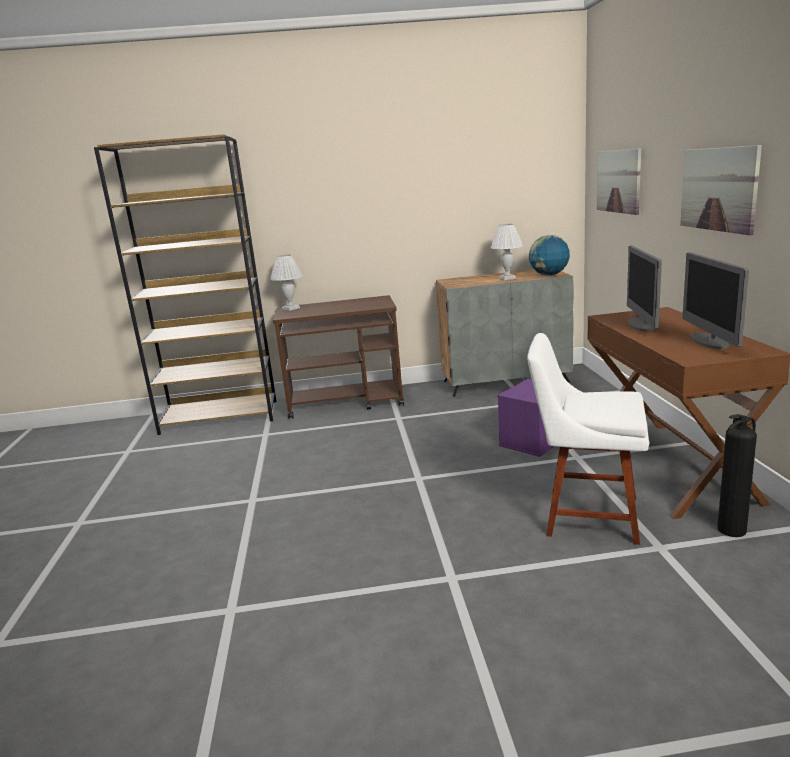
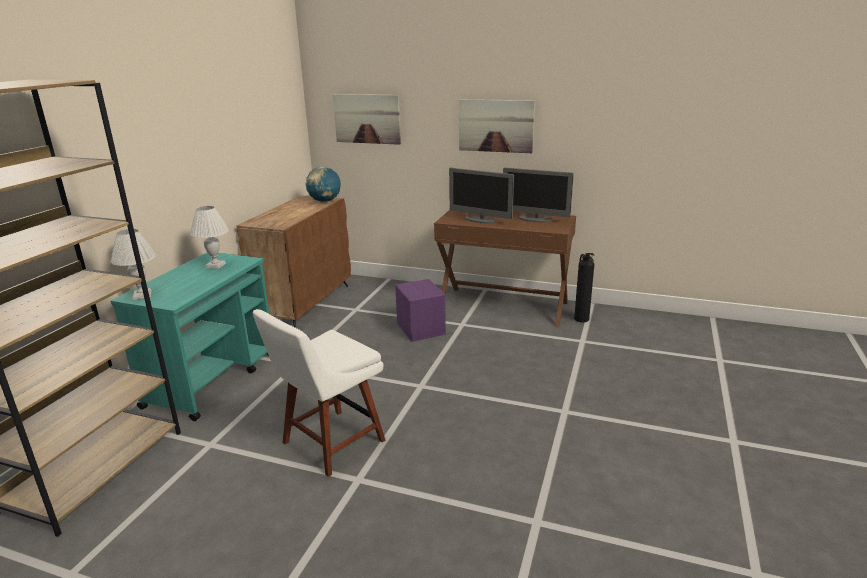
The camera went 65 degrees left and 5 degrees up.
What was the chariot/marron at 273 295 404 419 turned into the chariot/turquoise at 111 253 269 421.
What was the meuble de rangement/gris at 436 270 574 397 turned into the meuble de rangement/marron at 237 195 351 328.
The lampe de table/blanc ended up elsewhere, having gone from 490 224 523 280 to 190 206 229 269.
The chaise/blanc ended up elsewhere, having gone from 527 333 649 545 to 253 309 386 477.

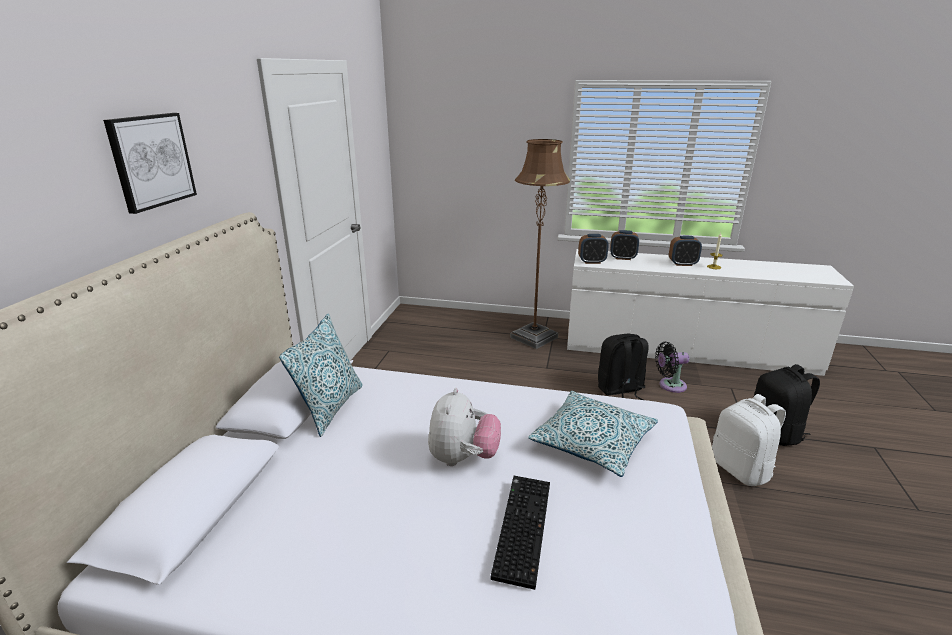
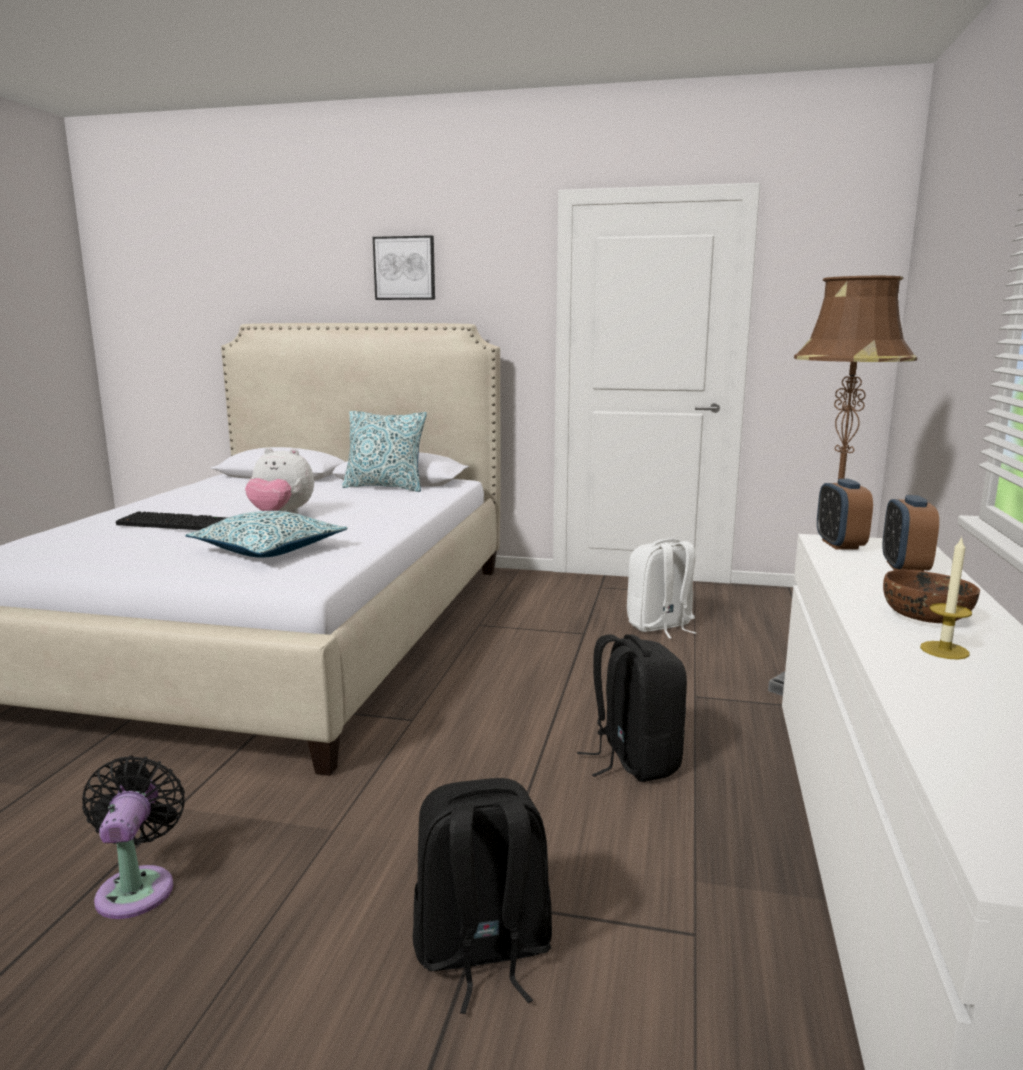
The camera went 90 degrees right and 10 degrees down.
The ventilateur/noir ended up elsewhere, having gone from 655 342 689 393 to 82 756 185 919.
Where the réveil stood at 669 236 702 266, the bol/marron came to stand at 883 570 980 623.
The sac à dos/blanc ended up elsewhere, having gone from 712 394 786 486 to 627 539 696 639.

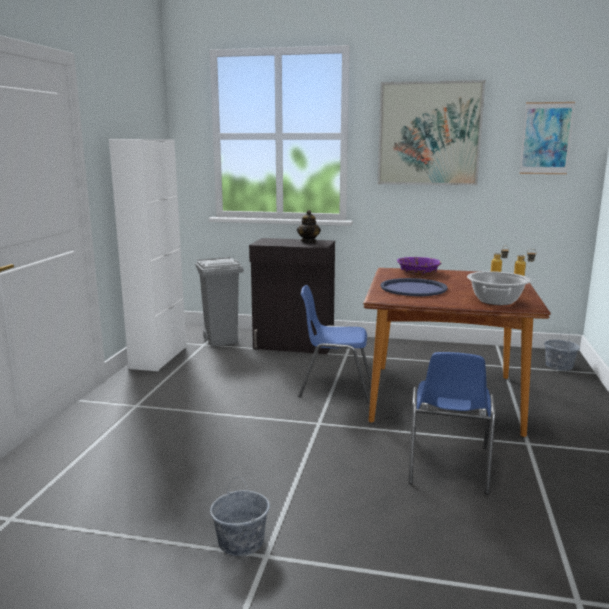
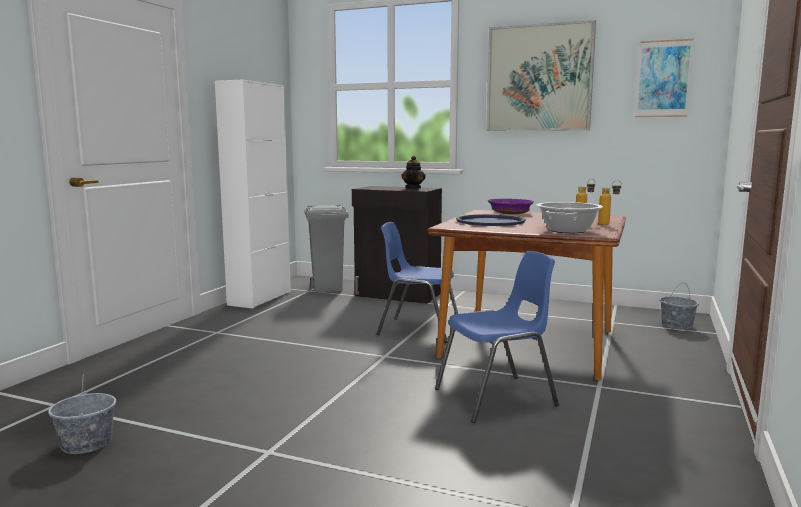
The camera went 10 degrees right and 5 degrees down.
The seau/gris ended up elsewhere, having gone from 210 477 270 556 to 48 374 116 454.
The chaise/bleu at 408 352 496 495 ended up facing another way, 135 degrees counterclockwise from before.

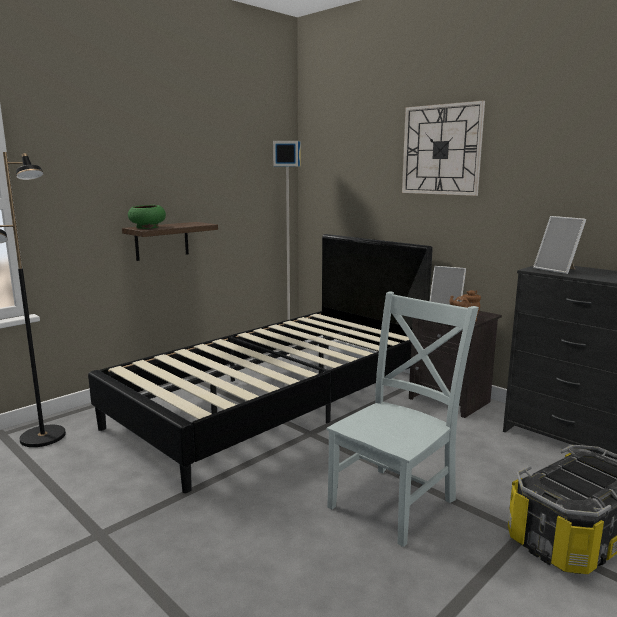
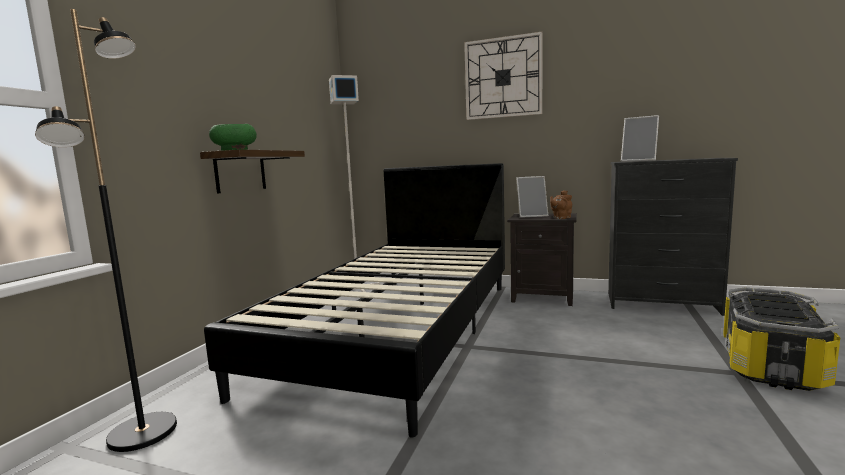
The camera went 25 degrees left and 5 degrees down.
The second view lost the chaise/gris at 327 291 479 547.

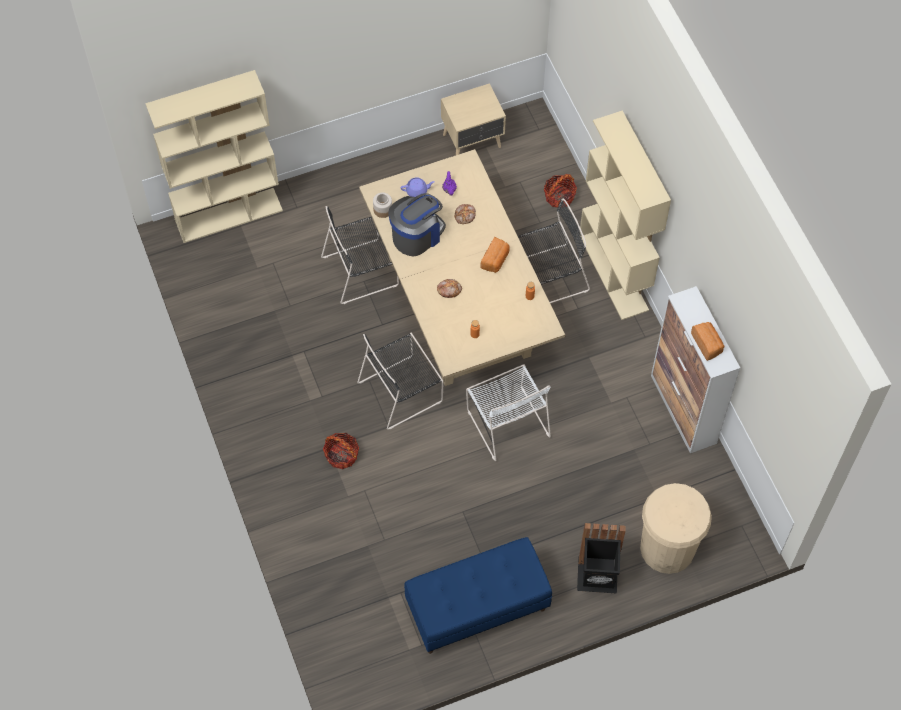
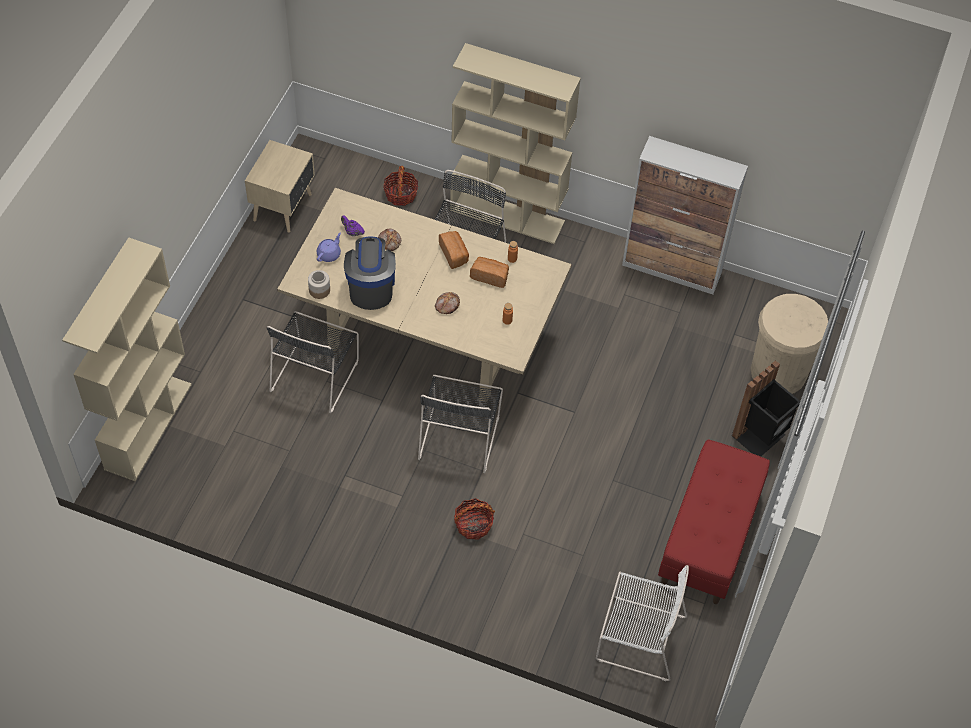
The camera went 50 degrees left and 5 degrees down.
What was the banc/bleu at 404 537 552 654 turned into the banc/rouge at 658 439 770 604.
The chaise/blanc ended up elsewhere, having gone from 466 364 551 461 to 596 565 689 681.
The pain ended up elsewhere, having gone from 691 322 724 361 to 470 257 509 288.

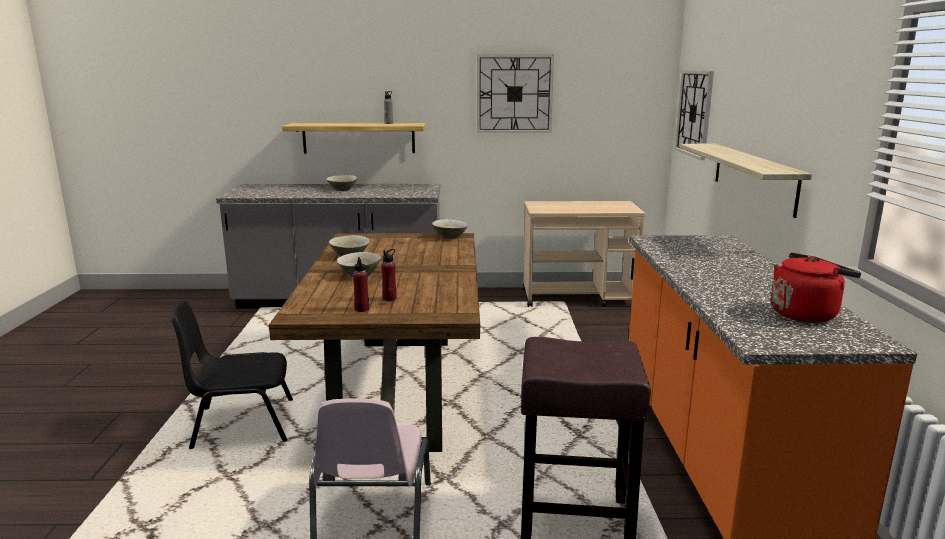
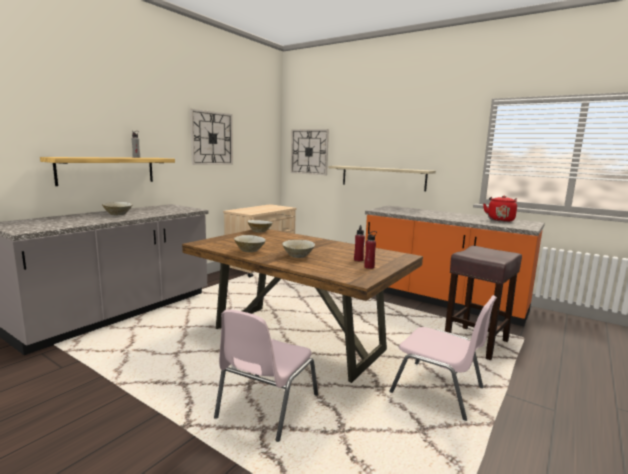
The camera went 55 degrees left and 5 degrees down.
What was the chaise/noir at 171 301 293 449 turned into the chaise/rose at 214 309 318 442.

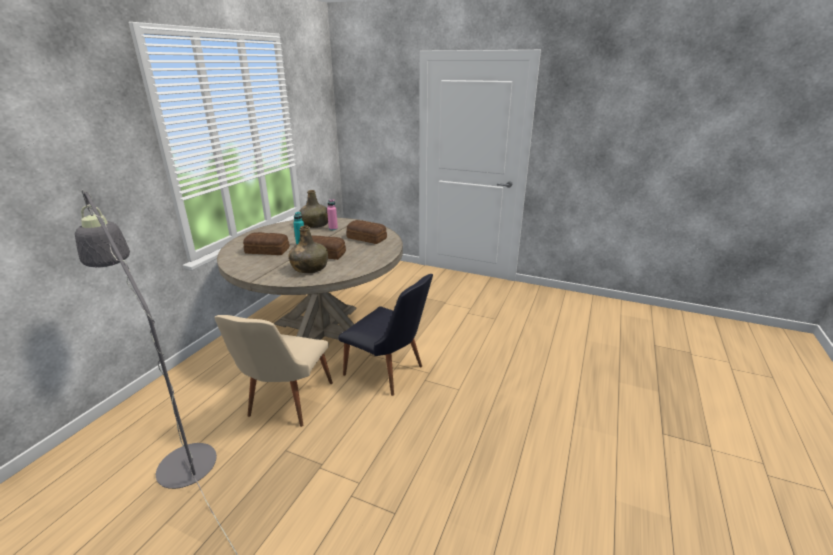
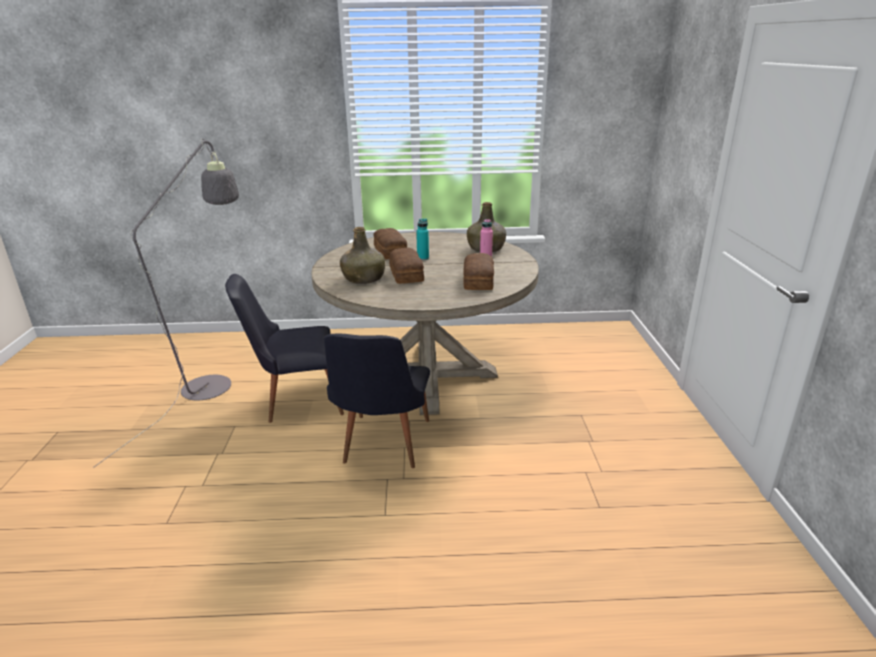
The camera went 65 degrees right and 0 degrees up.
What was the chaise/beige at 214 315 333 427 turned into the chaise/noir at 225 274 344 423.

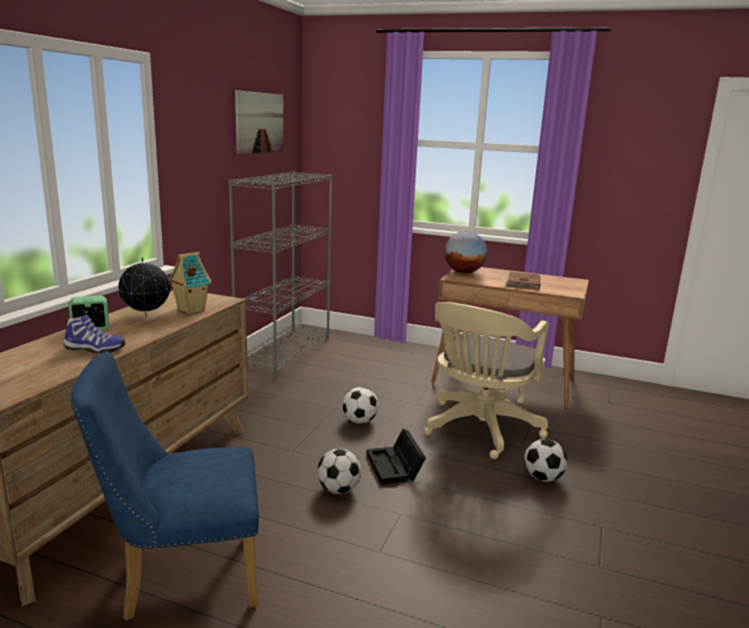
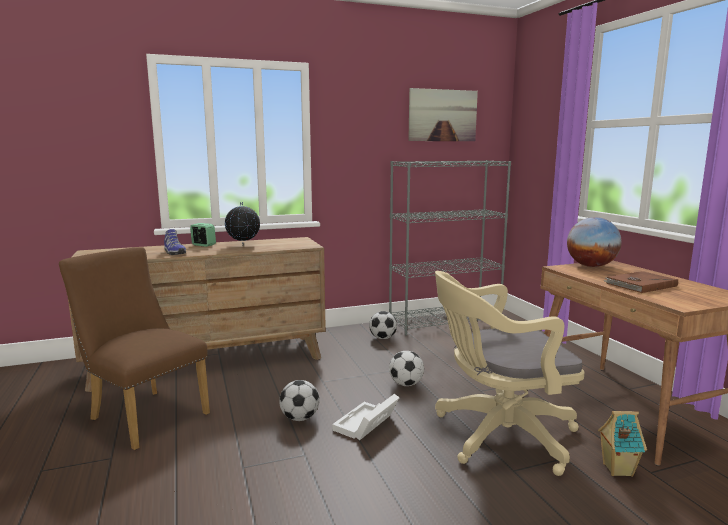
The camera went 50 degrees right and 5 degrees down.
What was the chaise/bleu at 70 351 259 621 turned into the chaise/marron at 59 247 210 450.
The maison miniature ended up elsewhere, having gone from 169 252 212 314 to 598 411 647 477.
What was the boîte de rangement/noir at 367 429 426 485 turned into the boîte de rangement/blanc at 332 394 399 441.
The ballon de foot ended up elsewhere, having gone from 524 439 567 482 to 369 311 397 339.

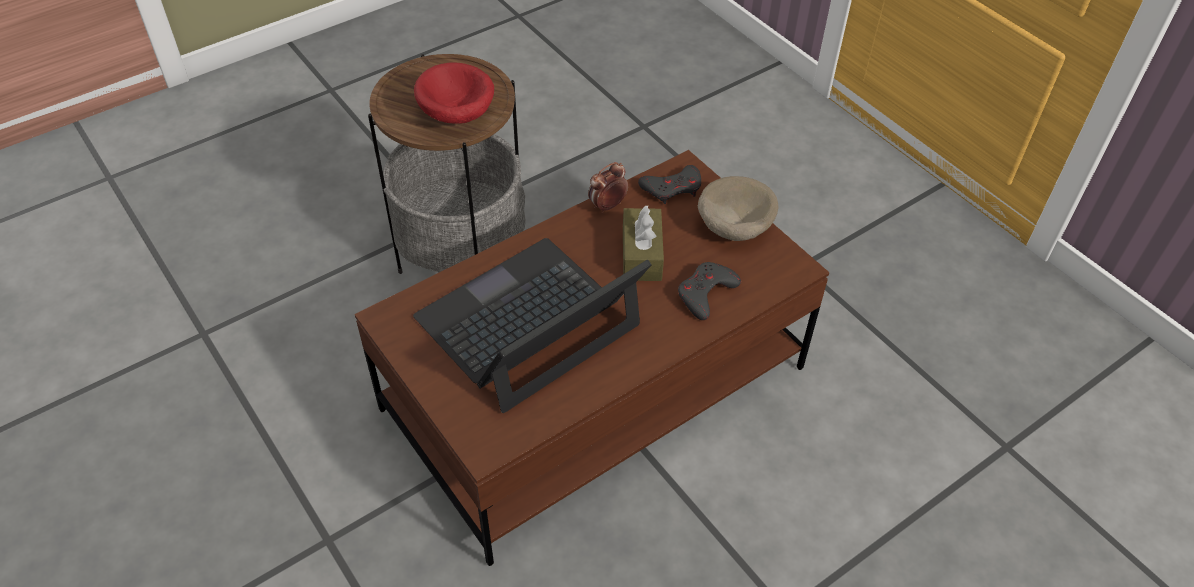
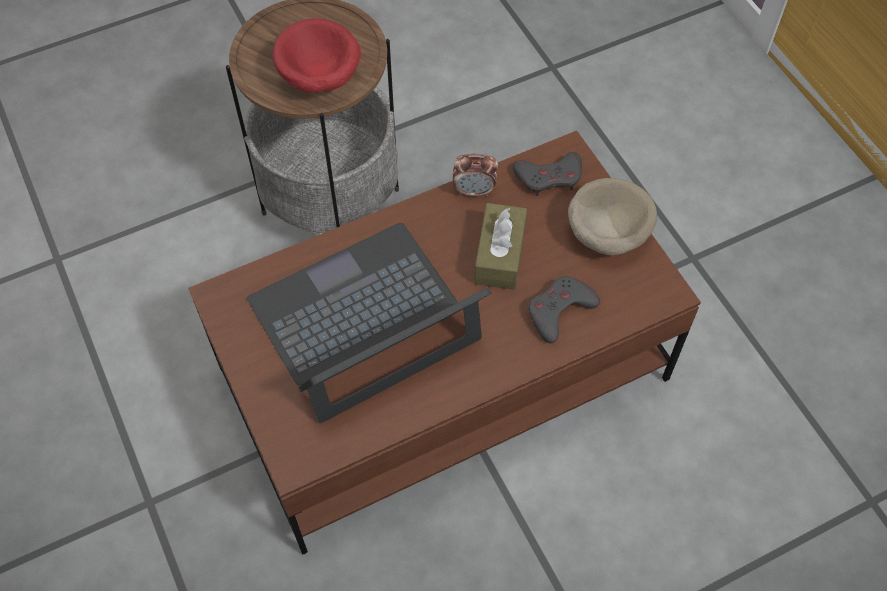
The camera went 10 degrees right and 10 degrees up.
The réveil at 588 162 628 213 ended up facing another way, 150 degrees counterclockwise from before.

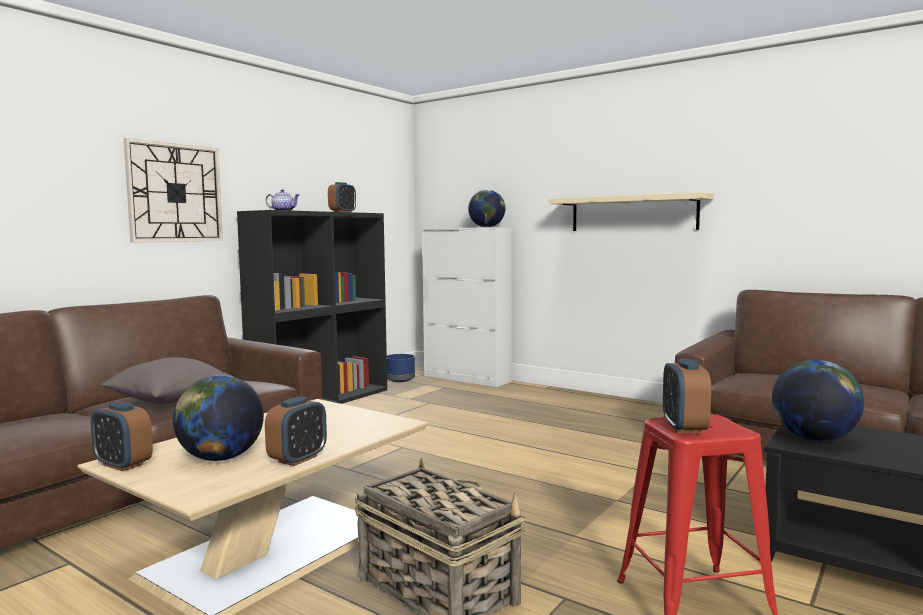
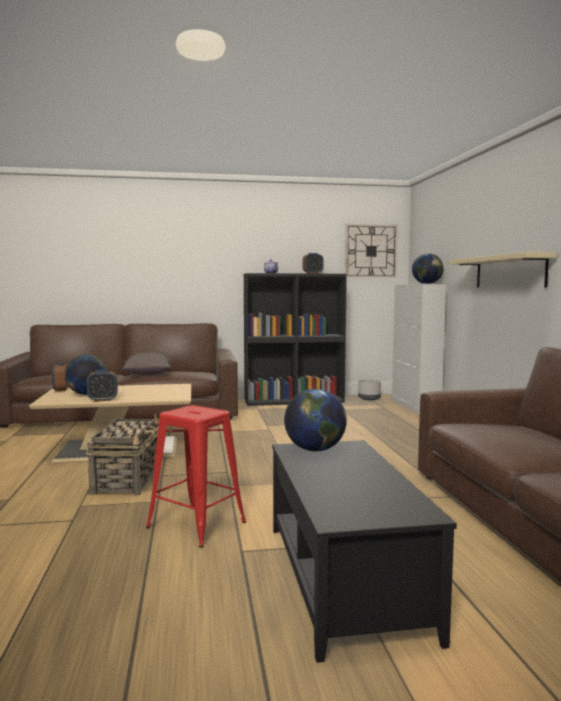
The camera went 45 degrees right and 0 degrees up.
The horloge murale ended up elsewhere, having gone from 124 138 223 243 to 345 224 398 278.
What was the cache-pot/bleu at 387 354 415 382 turned into the cache-pot/gris at 358 379 381 400.
The second view lost the réveil at 663 359 711 433.

